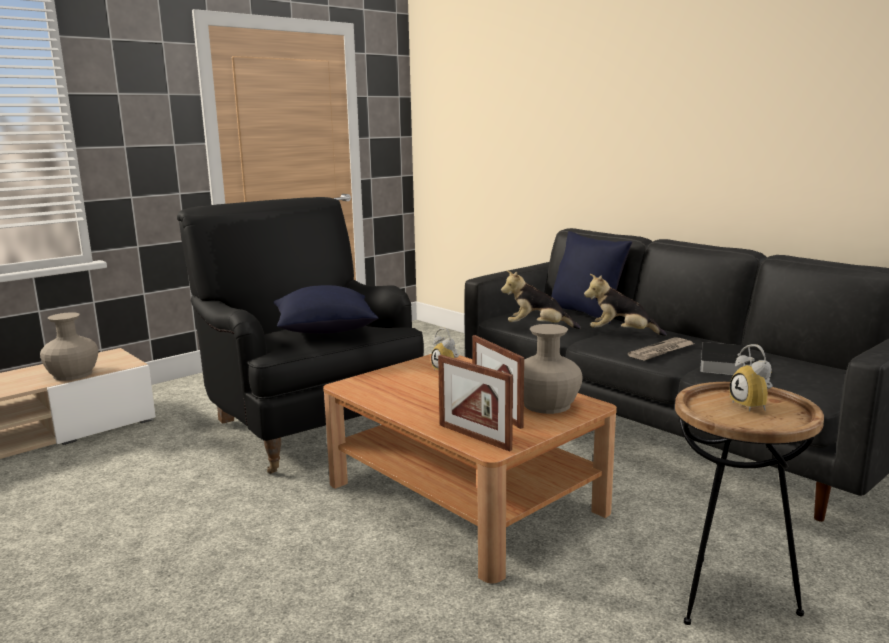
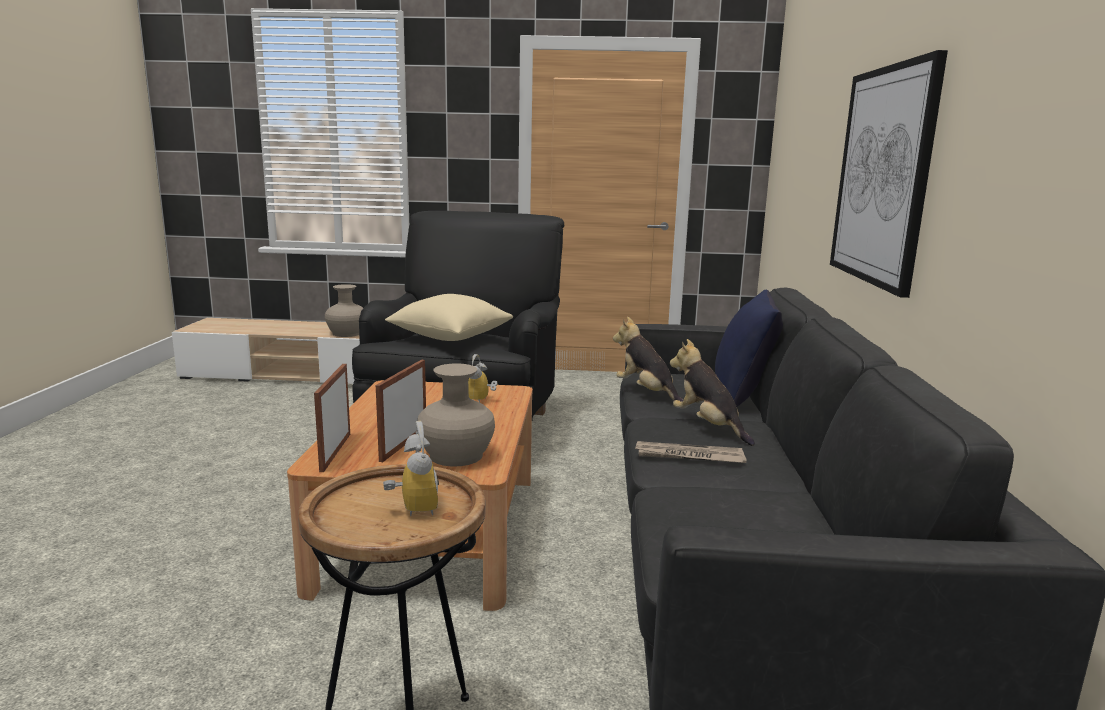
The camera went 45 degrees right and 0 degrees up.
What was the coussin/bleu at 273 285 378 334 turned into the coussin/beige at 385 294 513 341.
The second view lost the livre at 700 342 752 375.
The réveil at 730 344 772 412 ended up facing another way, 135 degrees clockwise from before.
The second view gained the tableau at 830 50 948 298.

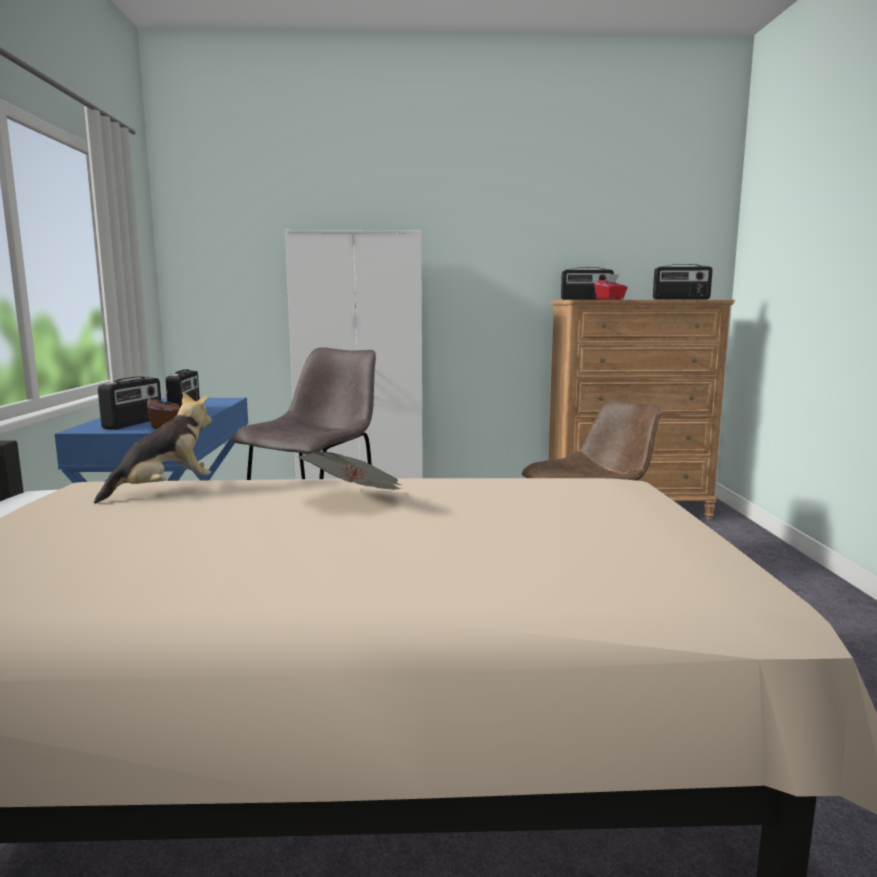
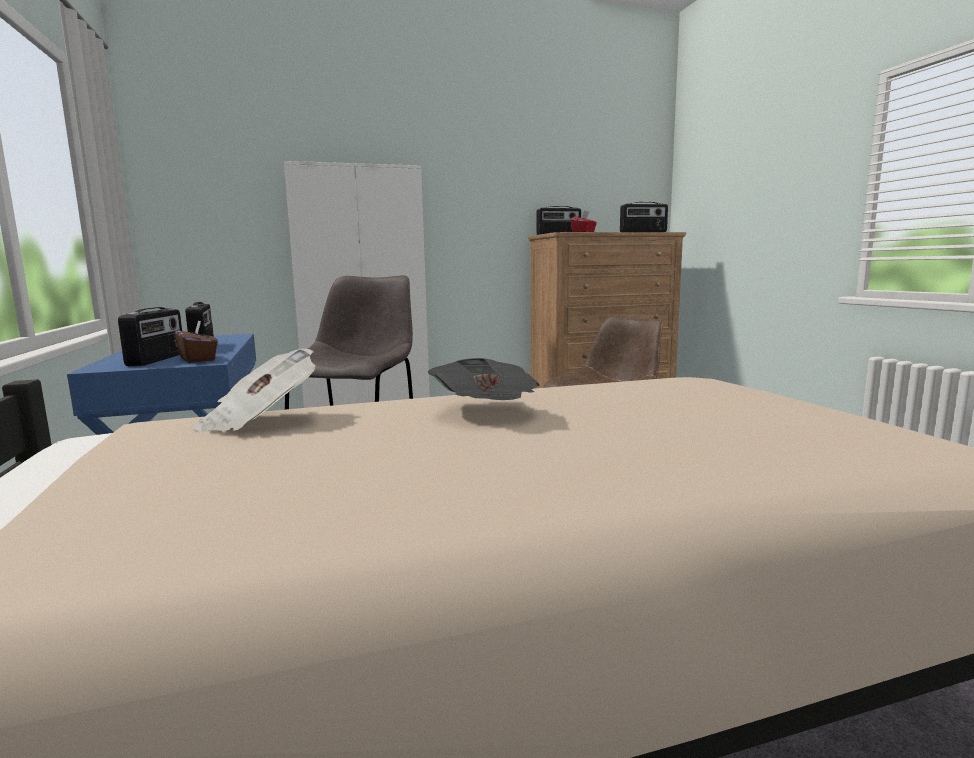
The camera went 15 degrees left and 0 degrees up.
Where the peluche stood at 94 392 212 504, the journal came to stand at 192 348 316 432.

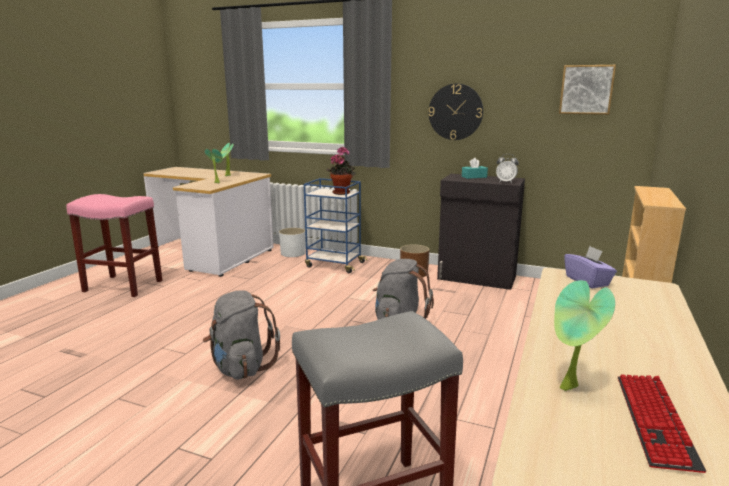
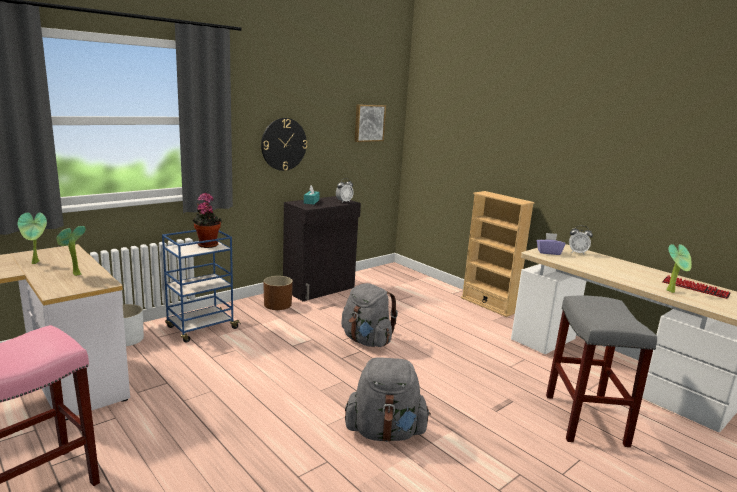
The camera went 65 degrees left and 0 degrees up.
The second view gained the réveil at 569 226 593 255.

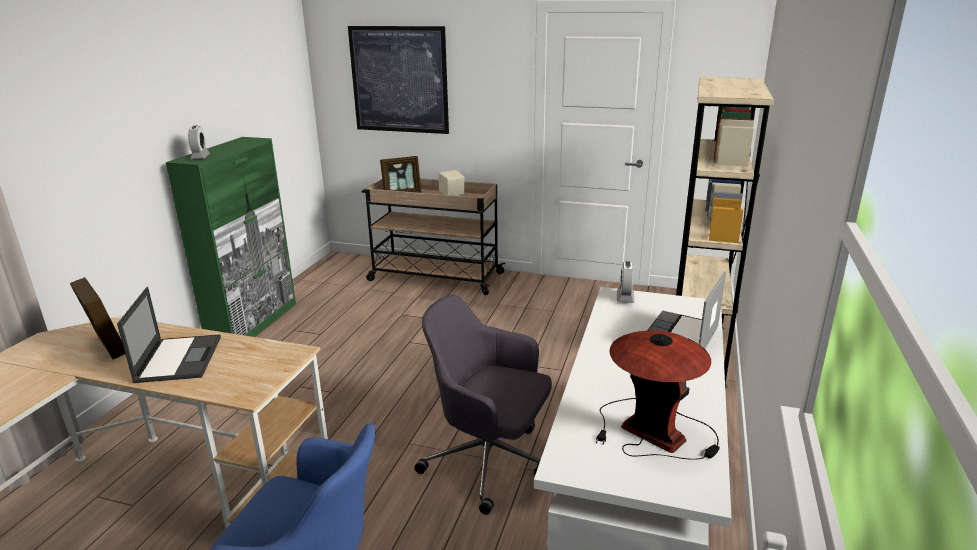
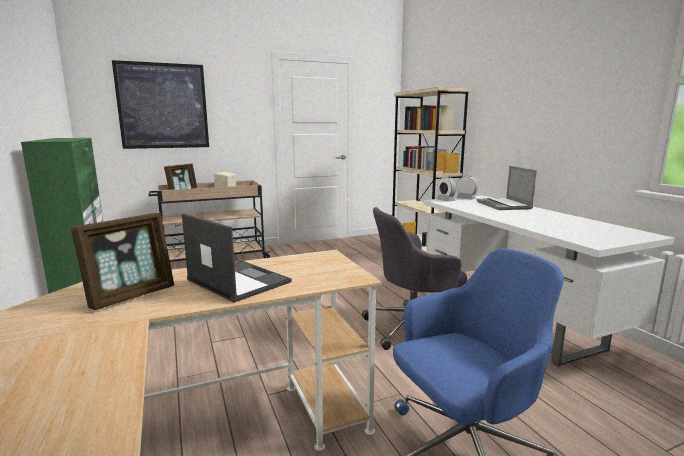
The camera went 40 degrees left and 10 degrees down.
The cadre photo at 70 277 125 359 ended up facing another way, 120 degrees clockwise from before.
The réveil ended up elsewhere, having gone from 188 126 210 159 to 456 176 478 200.
The second view lost the lampe de table at 596 330 720 460.

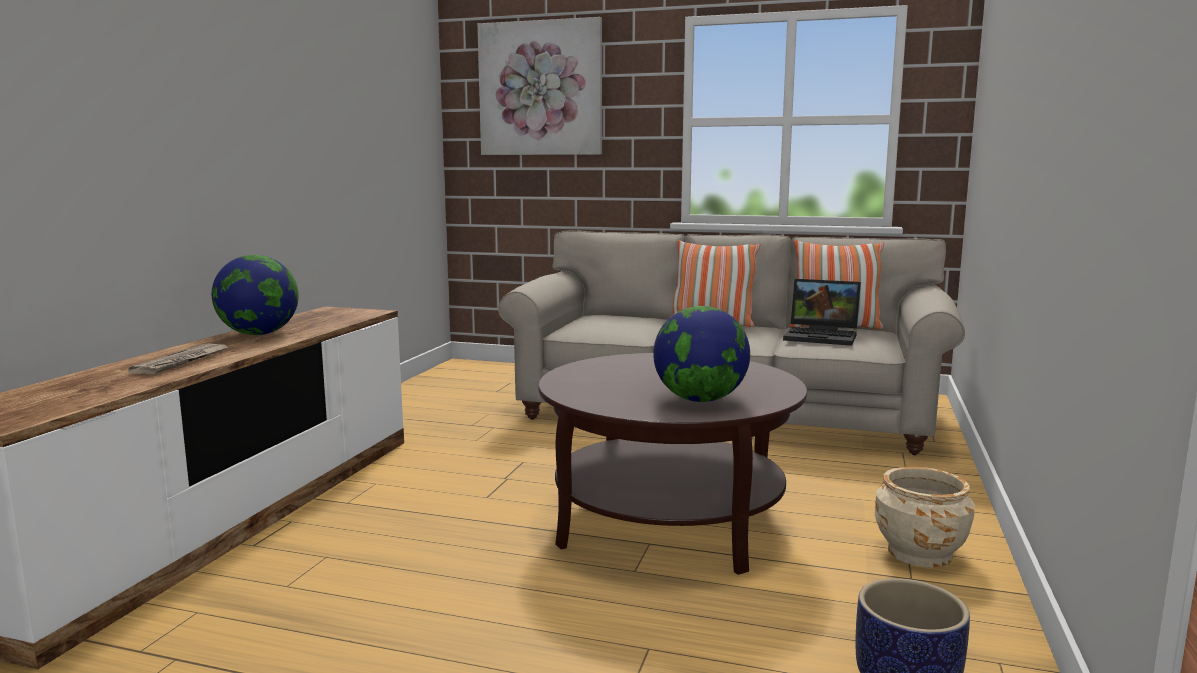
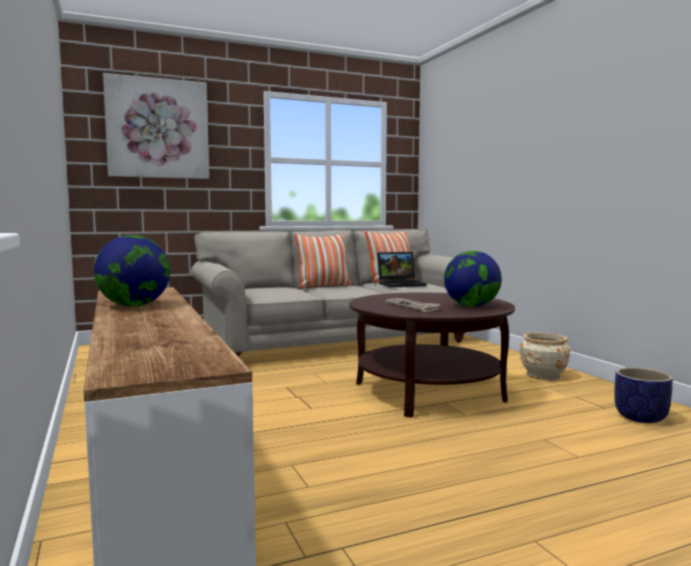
The camera went 40 degrees left and 5 degrees down.
The journal ended up elsewhere, having gone from 128 343 229 374 to 386 298 441 312.

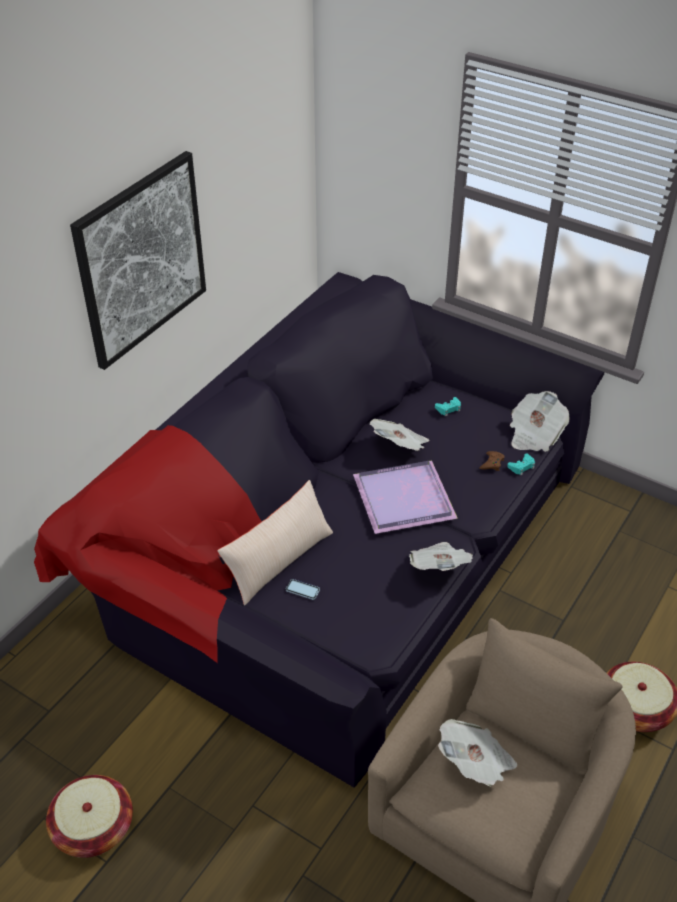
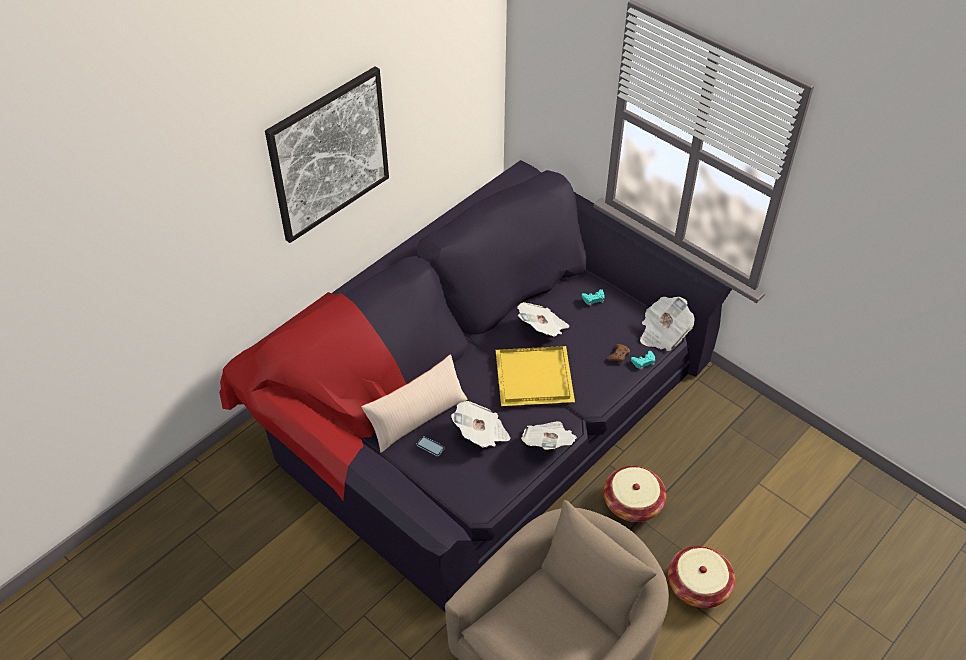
The camera went 10 degrees right and 5 degrees up.
The panier ended up elsewhere, having gone from 46 775 133 858 to 603 466 666 522.
What was the plateau/violet at 353 461 458 534 turned into the plateau/jaune at 496 346 575 406.
The journal ended up elsewhere, having gone from 438 719 517 786 to 451 401 510 448.

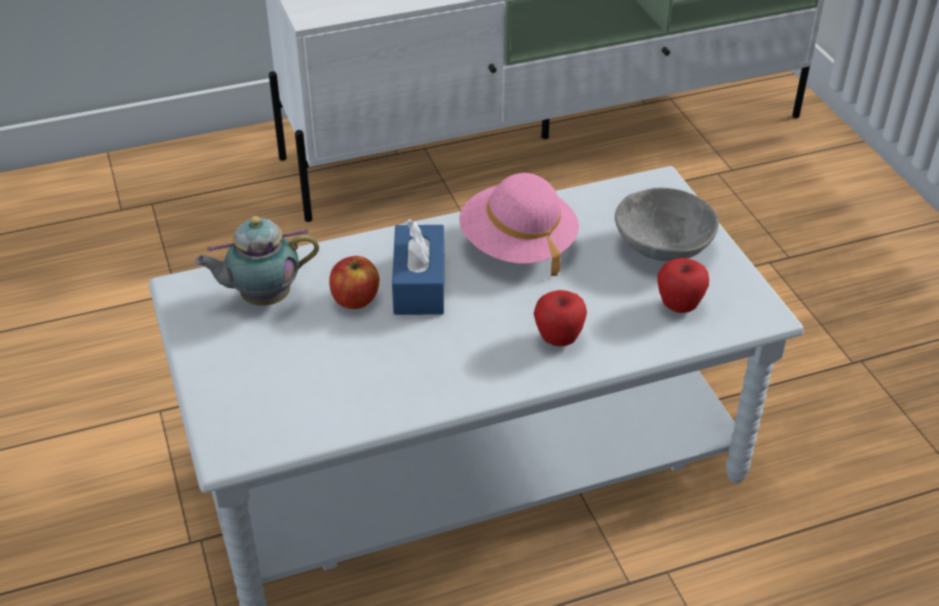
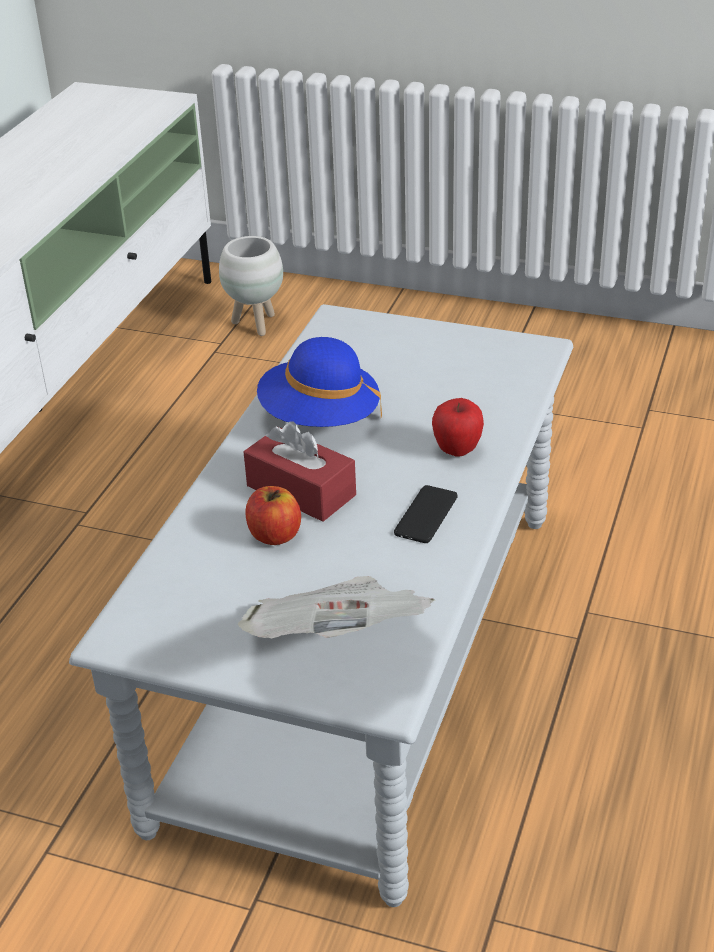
The camera went 50 degrees left and 5 degrees down.
The second view lost the théière at 195 216 319 306.
What was the boîte à mouchoirs/bleu at 392 219 444 315 turned into the boîte à mouchoirs/rouge at 243 421 356 522.
What was the chapeau/rose at 459 173 579 276 turned into the chapeau/bleu at 257 337 382 427.
The second view lost the bol/gris at 615 188 719 261.
The second view lost the pomme at 658 258 709 313.
The second view gained the cache-pot/blanc at 219 236 283 336.
The second view gained the journal at 237 576 436 638.
The second view gained the téléphone at 394 485 457 543.

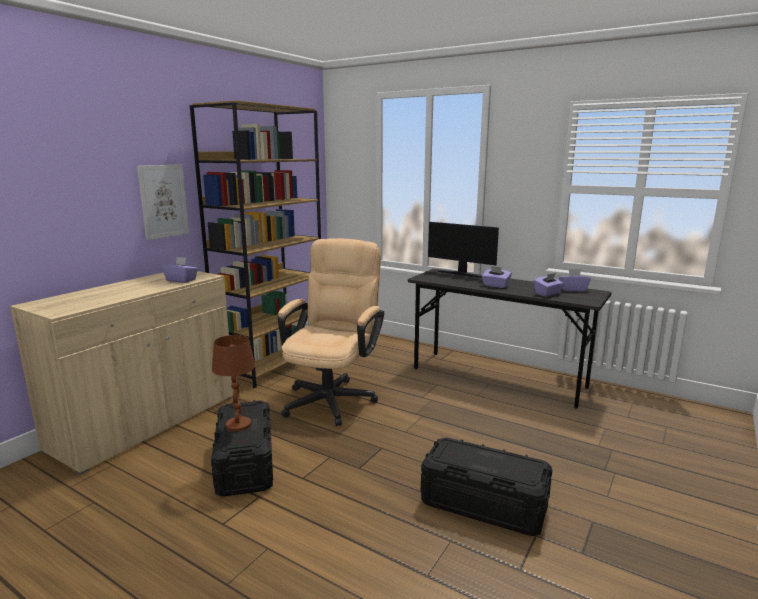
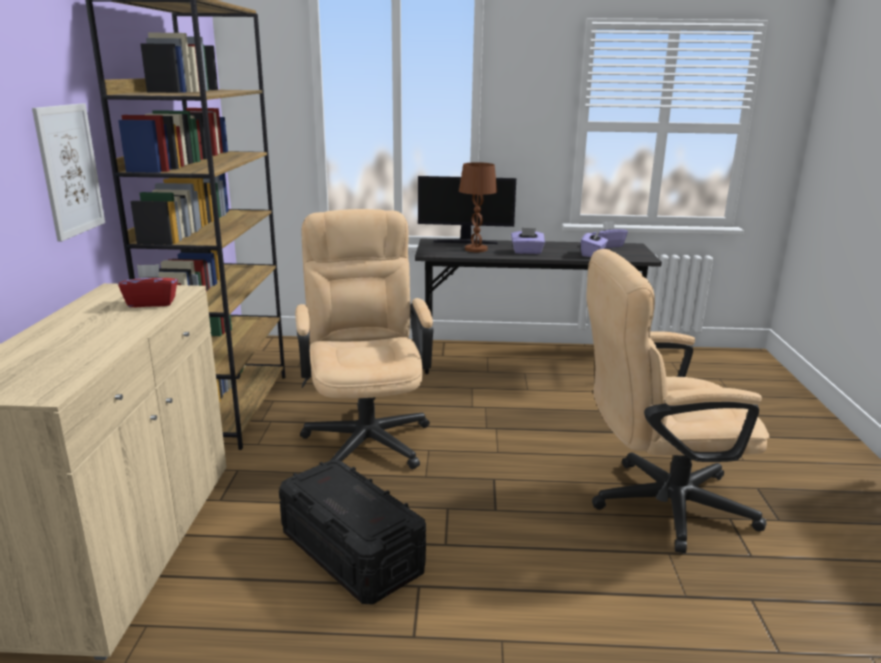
The camera went 30 degrees left and 5 degrees up.
What was the boîte à mouchoirs/violet at 162 257 198 283 turned into the boîte à mouchoirs/rouge at 118 264 178 307.
The lampe de table/marron ended up elsewhere, having gone from 212 335 255 432 to 459 162 497 252.
Where the boîte de rangement/noir stood at 421 437 552 536, the chaise de bureau/beige came to stand at 587 249 769 553.

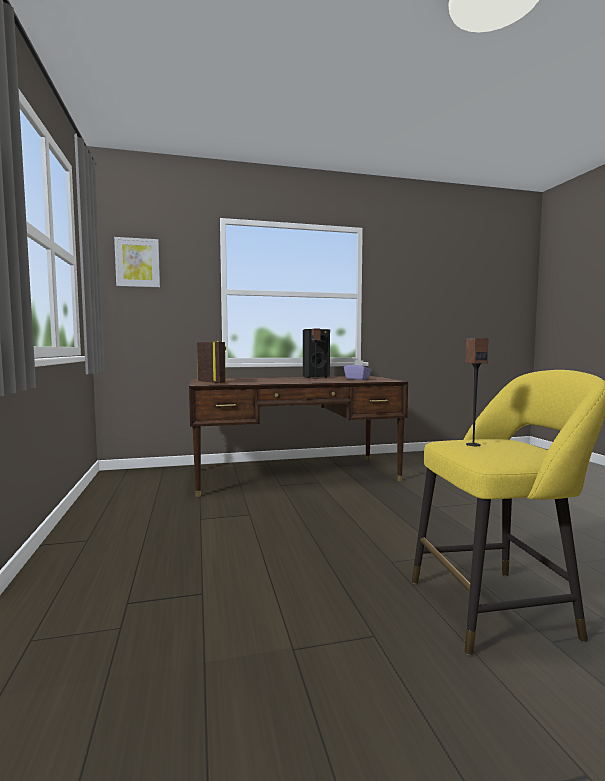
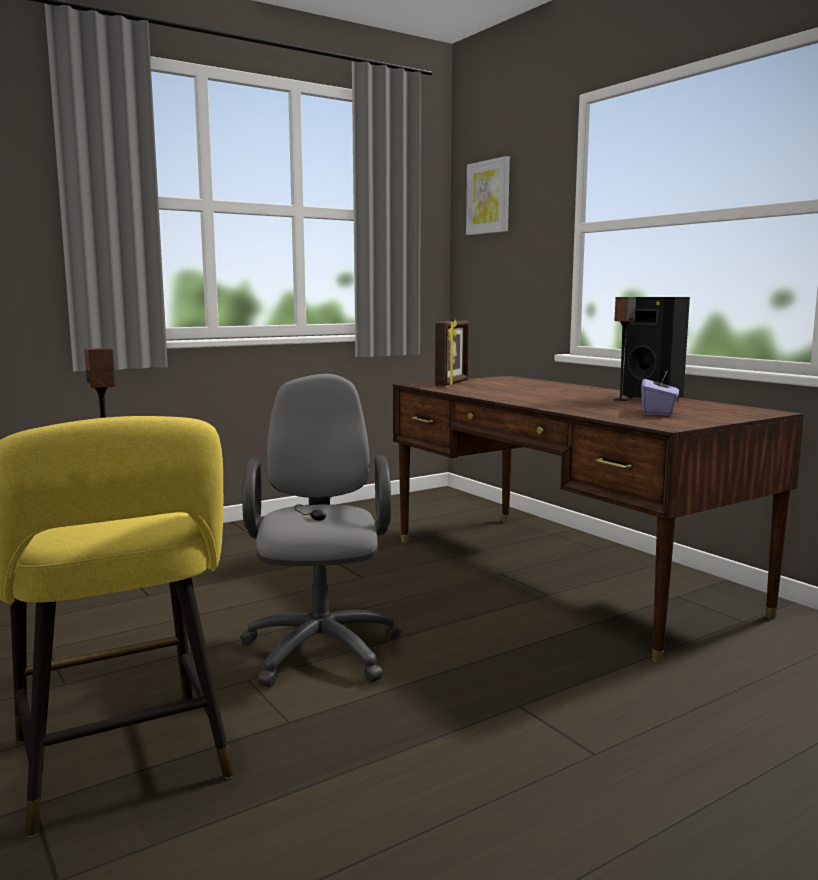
The camera went 70 degrees right and 5 degrees up.
The second view gained the chaise de bureau/gris at 240 374 402 687.

